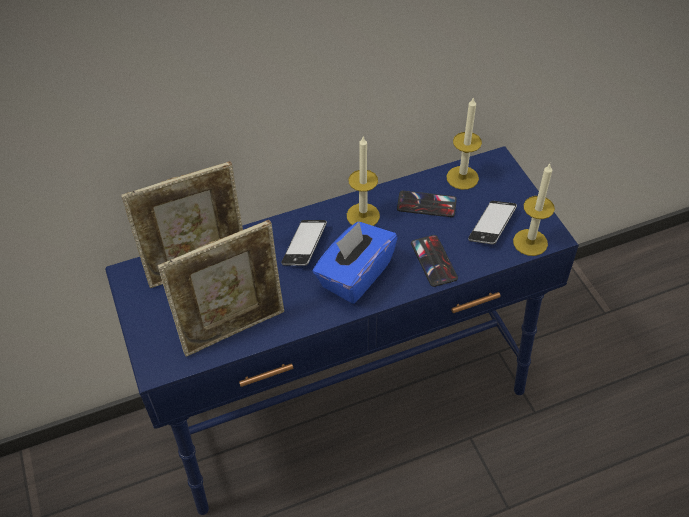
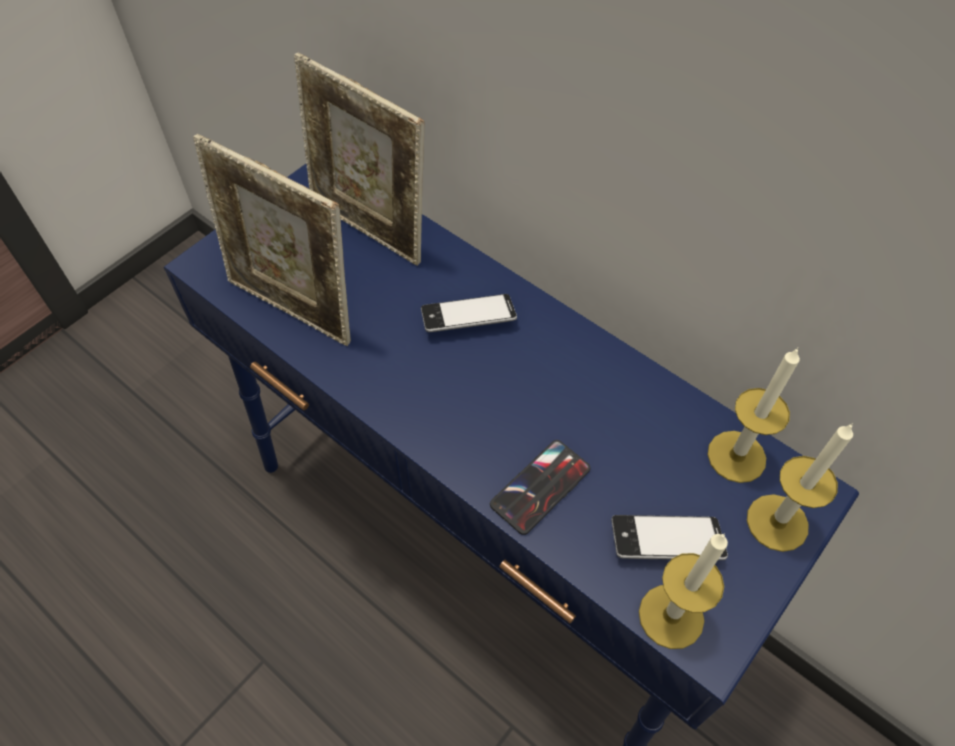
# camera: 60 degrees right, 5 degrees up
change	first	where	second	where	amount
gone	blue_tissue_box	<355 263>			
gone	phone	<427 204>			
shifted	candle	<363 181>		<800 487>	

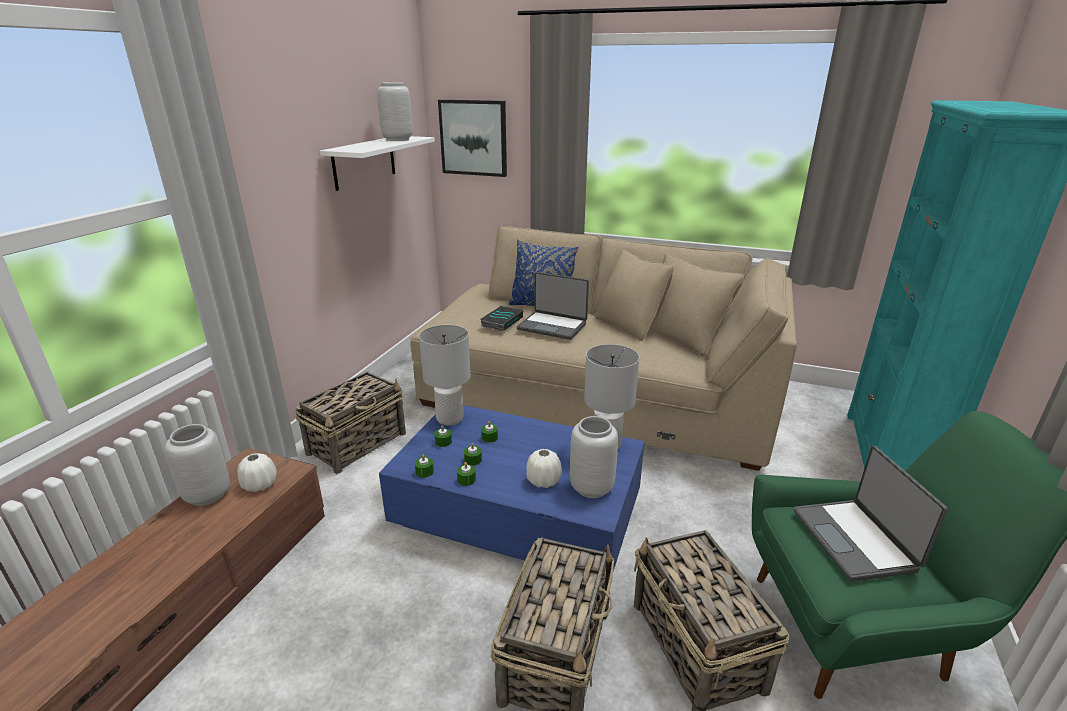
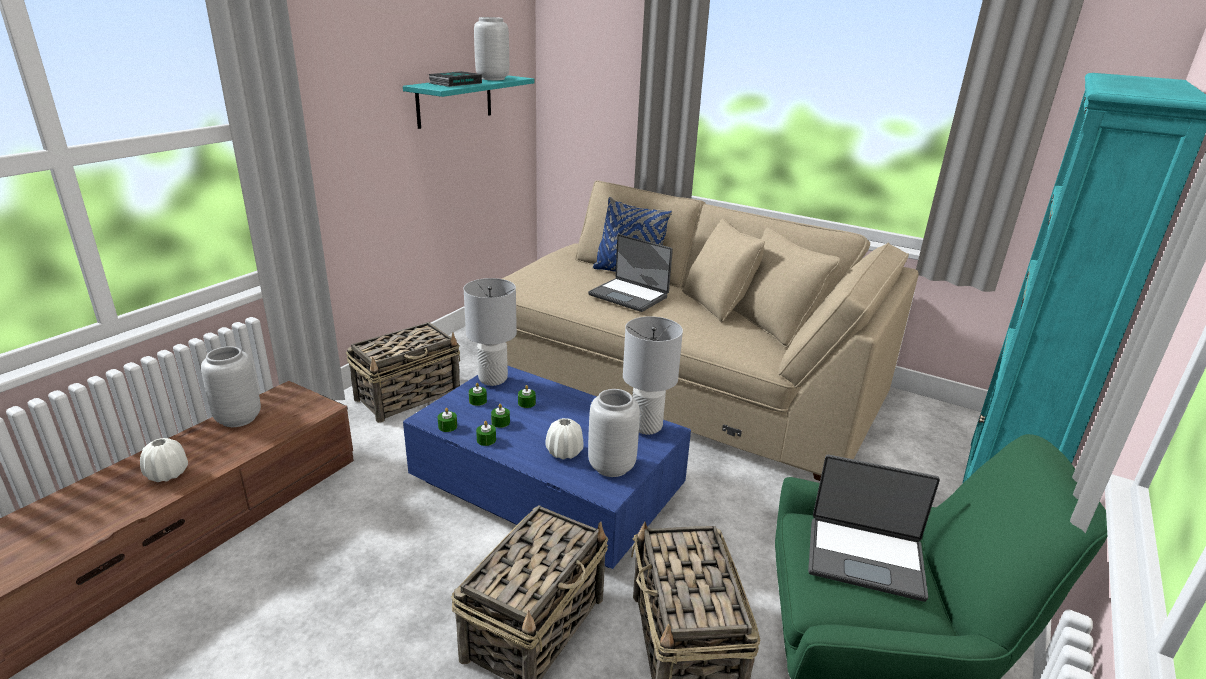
# camera: 10 degrees right, 0 degrees up
change	first	where	second	where	amount
gone	picture	<472 138>			
shifted	white_vase	<257 472>		<164 460>	
shifted	book	<502 318>		<455 79>	
repainted	white_shelf	<377 163>	turquoise_shelf	<468 102>	
rotated	laptop	<871 514>		<874 528>	75 degrees counterclockwise

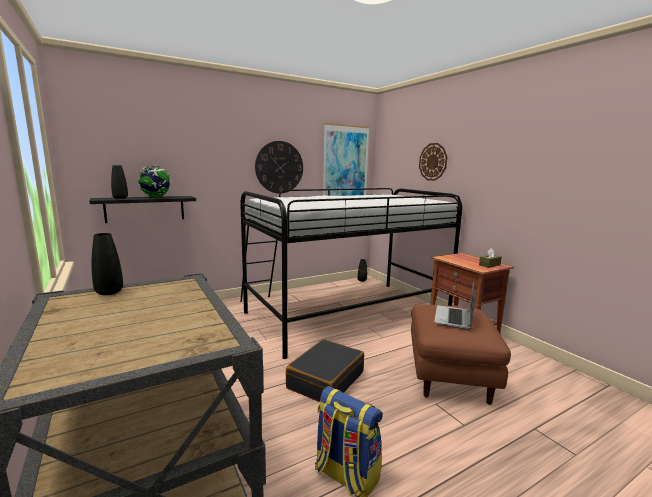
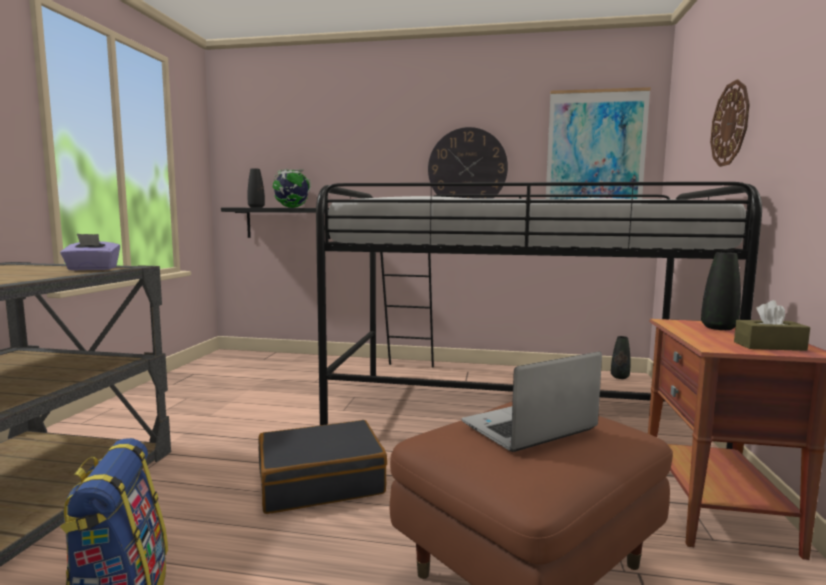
# camera: 40 degrees right, 5 degrees down
change	first	where	second	where	amount
new			purple_tissue_box	<90 252>	
shifted	black_vase	<107 264>		<721 291>	

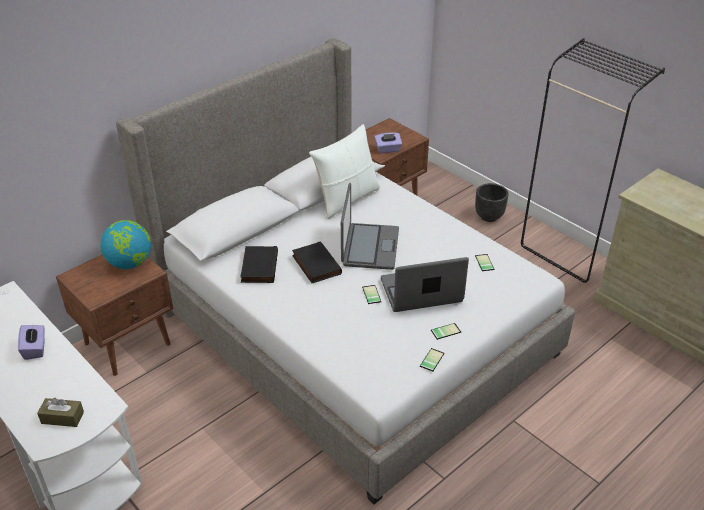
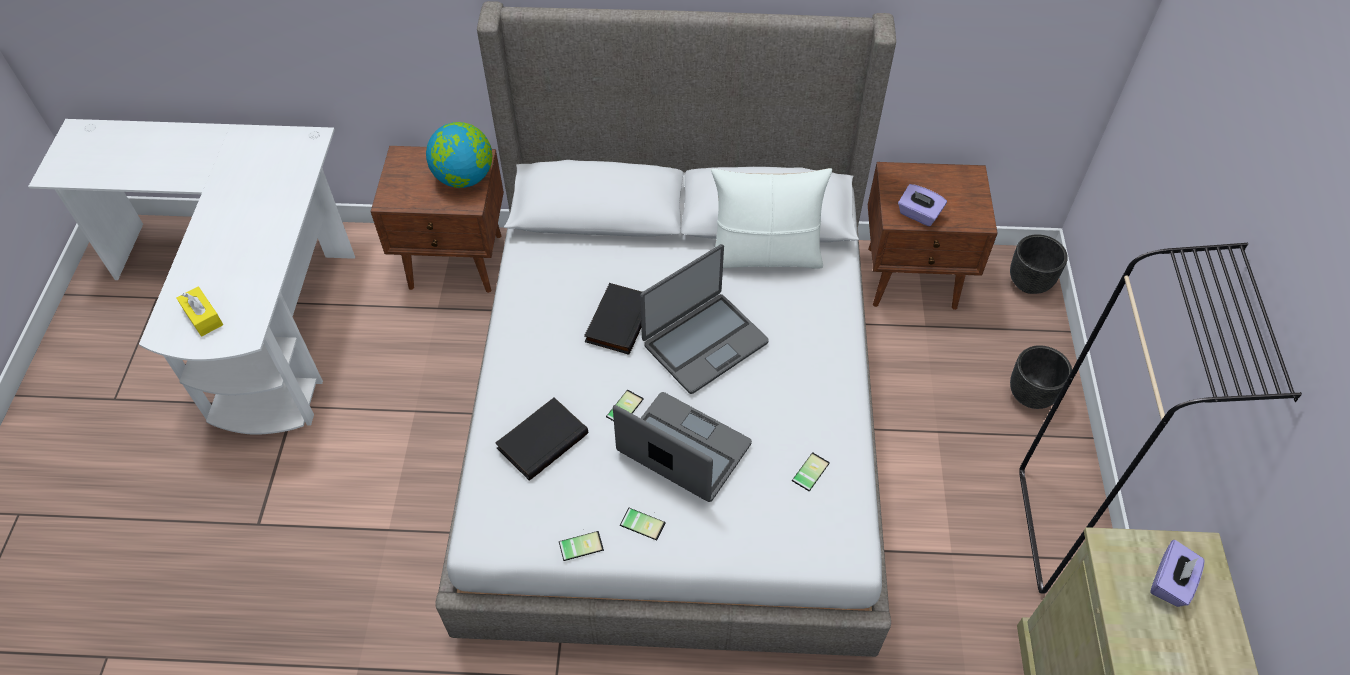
# camera: 45 degrees right, 15 degrees up
change	first	where	second	where	amount
new			black_planter	<1039 264>	
shifted	purple_tissue_box	<31 342>		<1177 573>	
shifted	black_book	<259 264>		<542 439>	
repainted	brown_tissue_box	<60 412>	yellow_tissue_box	<200 312>	

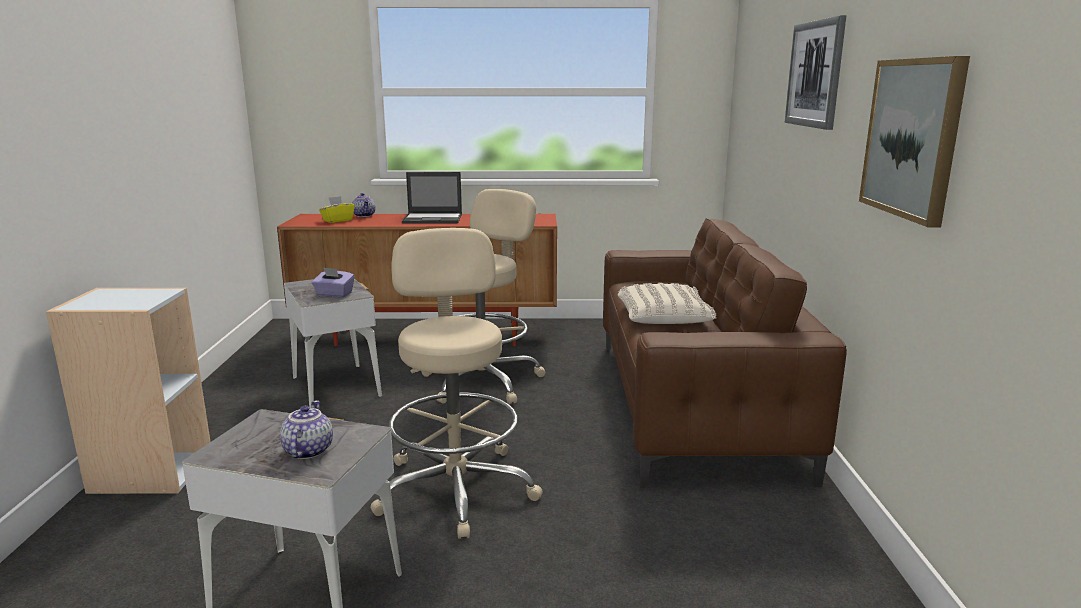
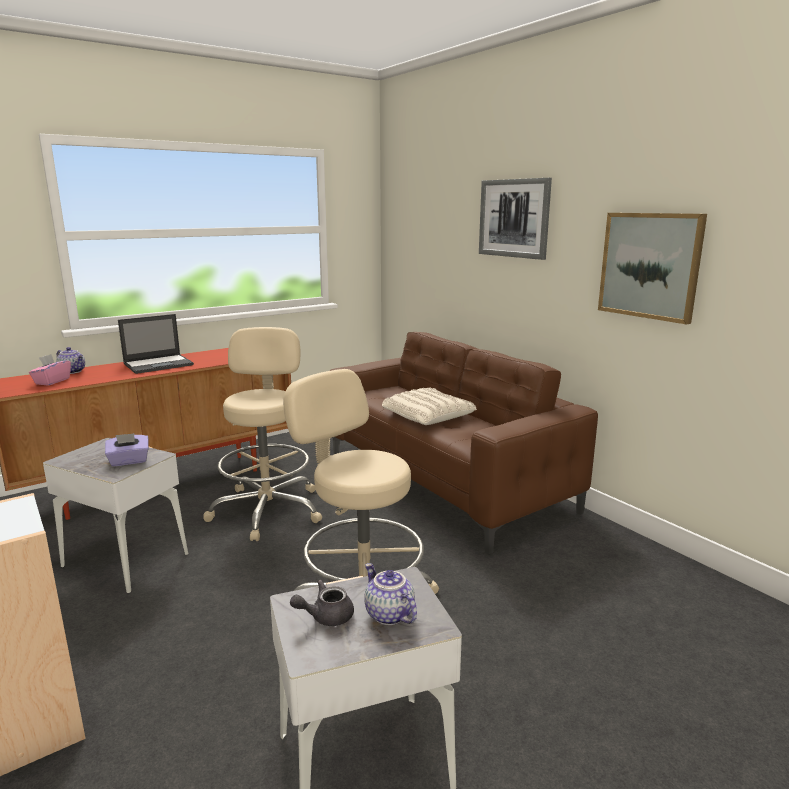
# camera: 35 degrees left, 0 degrees up
change	first	where	second	where	amount
new			grey_teapot	<322 603>	
repainted	yellow_tissue_box	<337 209>	pink_tissue_box	<50 370>	

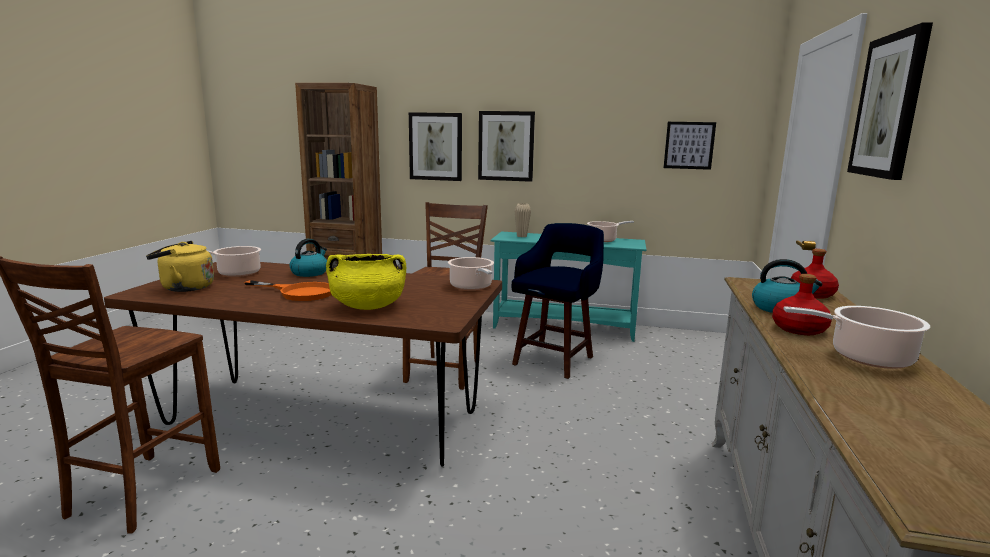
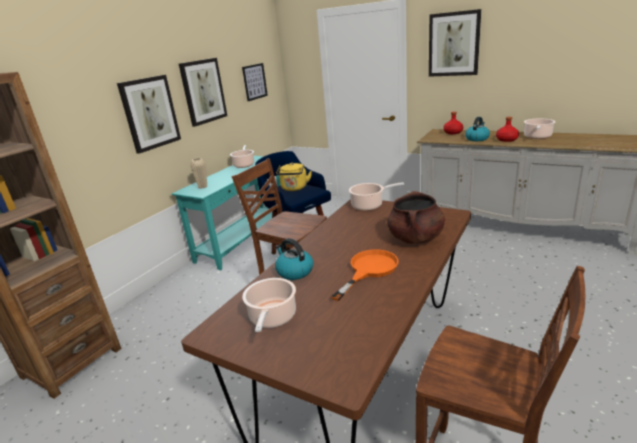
# camera: 70 degrees left, 10 degrees up
change	first	where	second	where	amount
shifted	yellow_kettle	<180 266>		<294 177>	
shifted	picture	<435 146>		<203 92>	
repainted	yellow_cooking_pot	<366 282>	brown_cooking_pot	<416 217>	

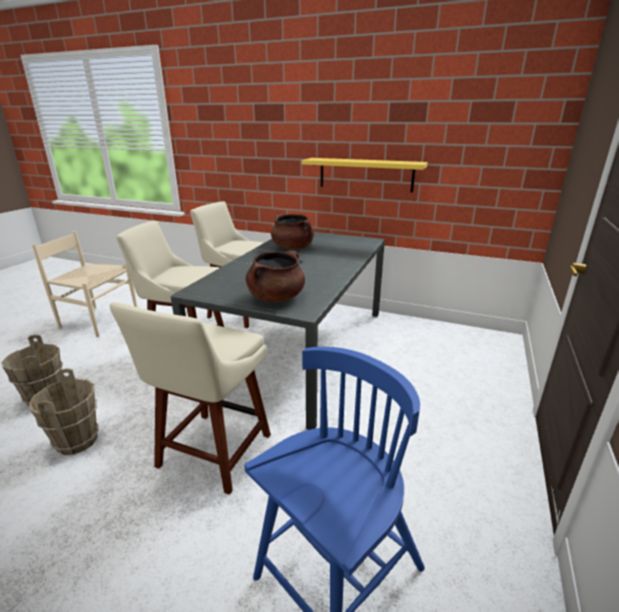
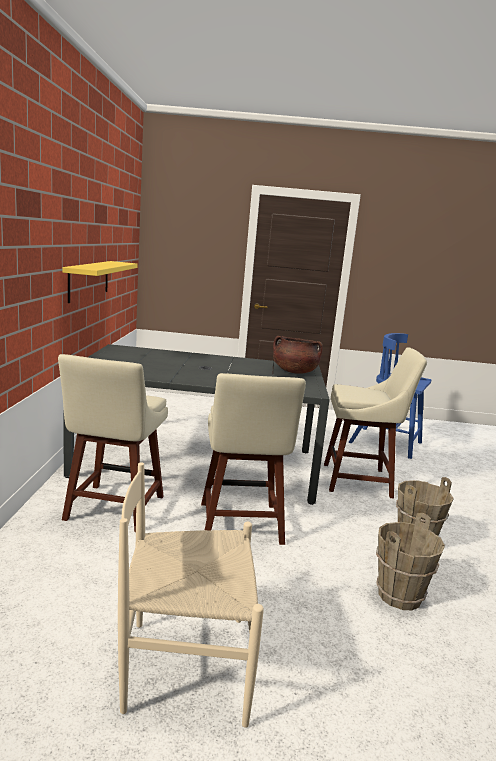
# camera: 110 degrees left, 10 degrees down
change	first	where	second	where	amount
gone	brown_cooking_pot	<292 232>			
rotated	beige_chair	<84 284>		<191 595>	90 degrees clockwise

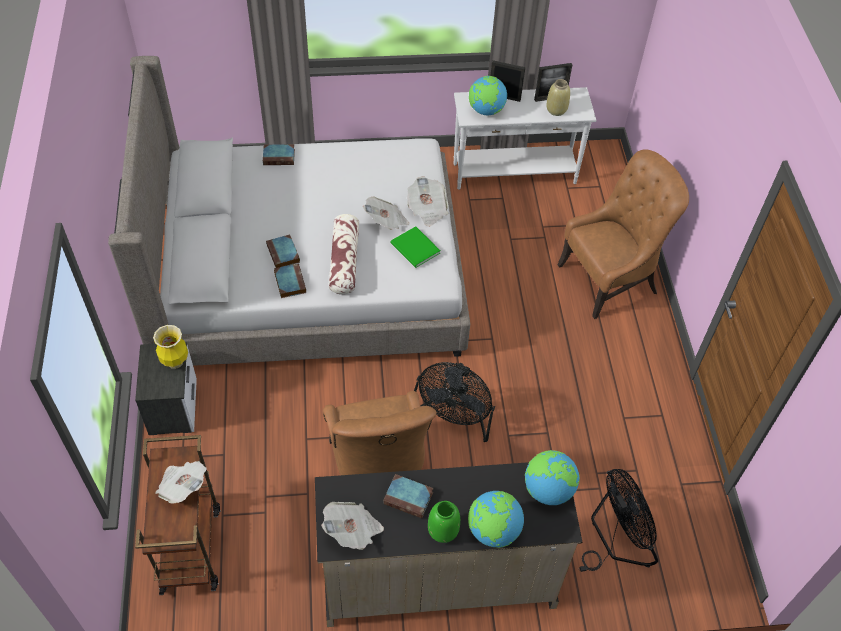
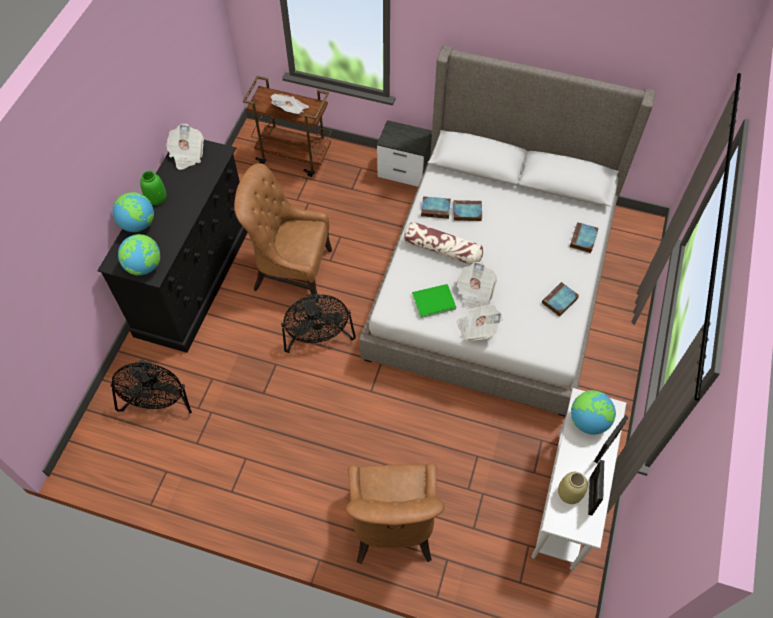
# camera: 115 degrees right, 5 degrees up
change	first	where	second	where	amount
gone	vase	<170 347>			
shifted	book	<408 496>		<560 299>	
rotated	black_fan	<454 402>		<318 323>	150 degrees counterclockwise

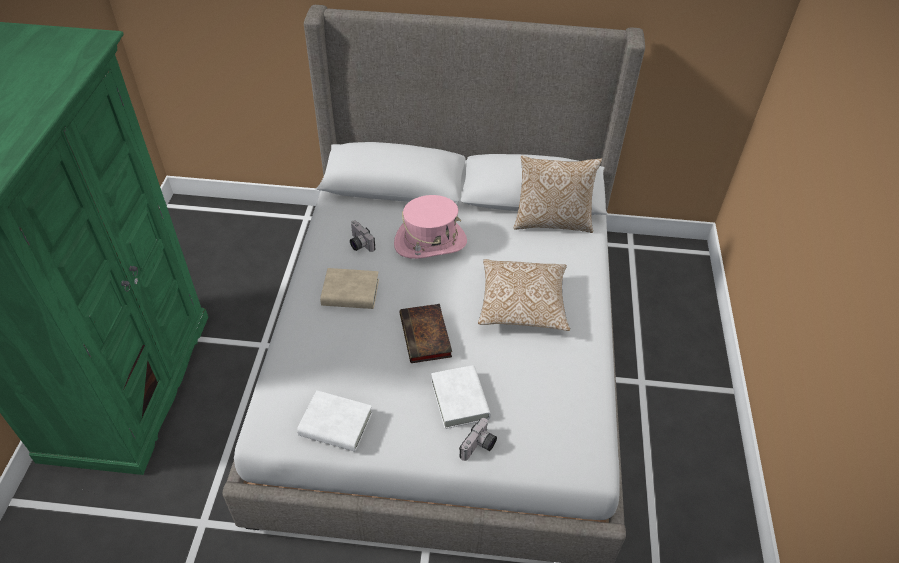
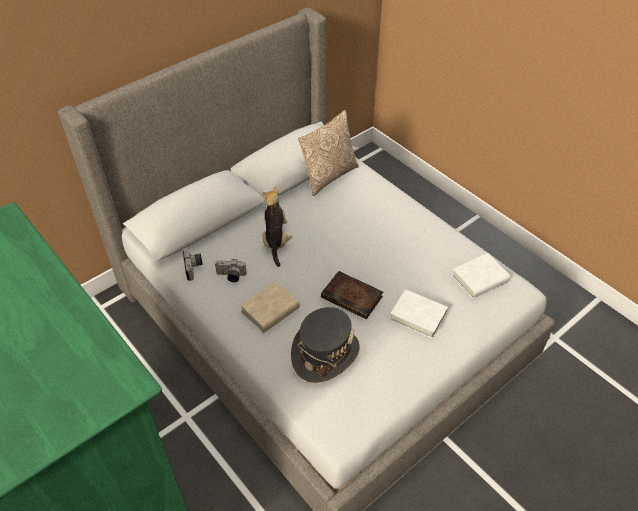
# camera: 45 degrees left, 0 degrees up
change	first	where	second	where	amount
gone	pillow	<524 295>			
new			grey_hat	<325 345>	
shifted	white_book	<334 421>		<481 276>	
shifted	photo_camera	<478 439>		<192 264>	
swapped	pink_hat	<430 227>	plush_toy	<277 226>	

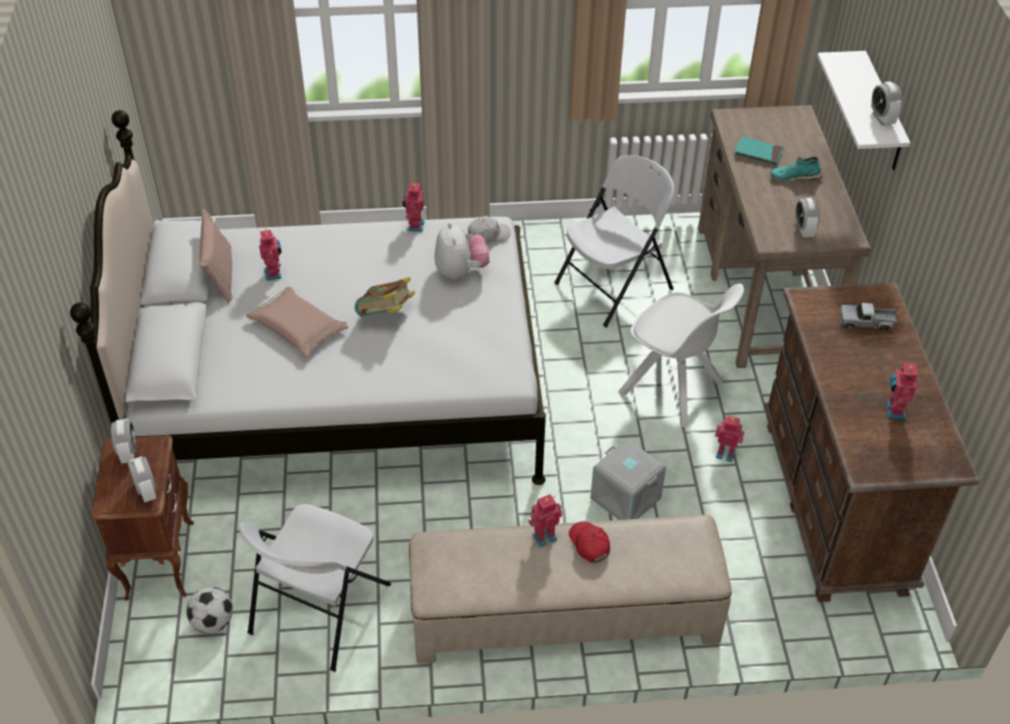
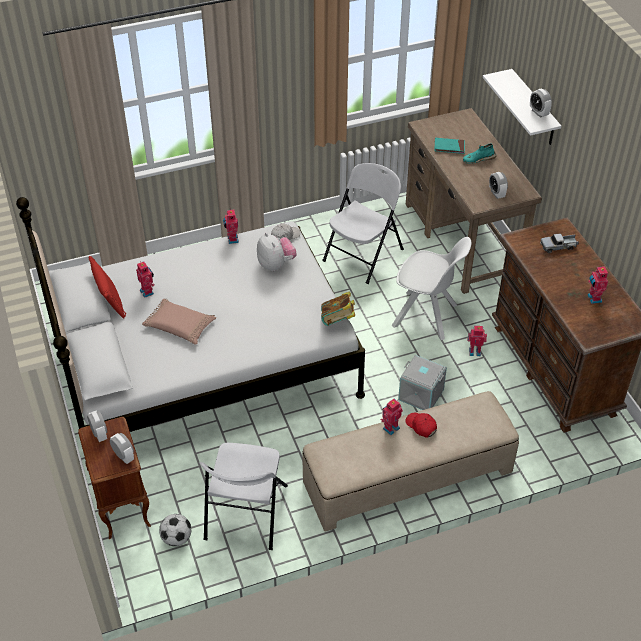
# camera: 15 degrees left, 0 degrees up
change	first	where	second	where	amount
shifted	book	<385 297>		<338 308>	
repainted	beige_pillow	<216 256>	red_pillow	<107 287>	

